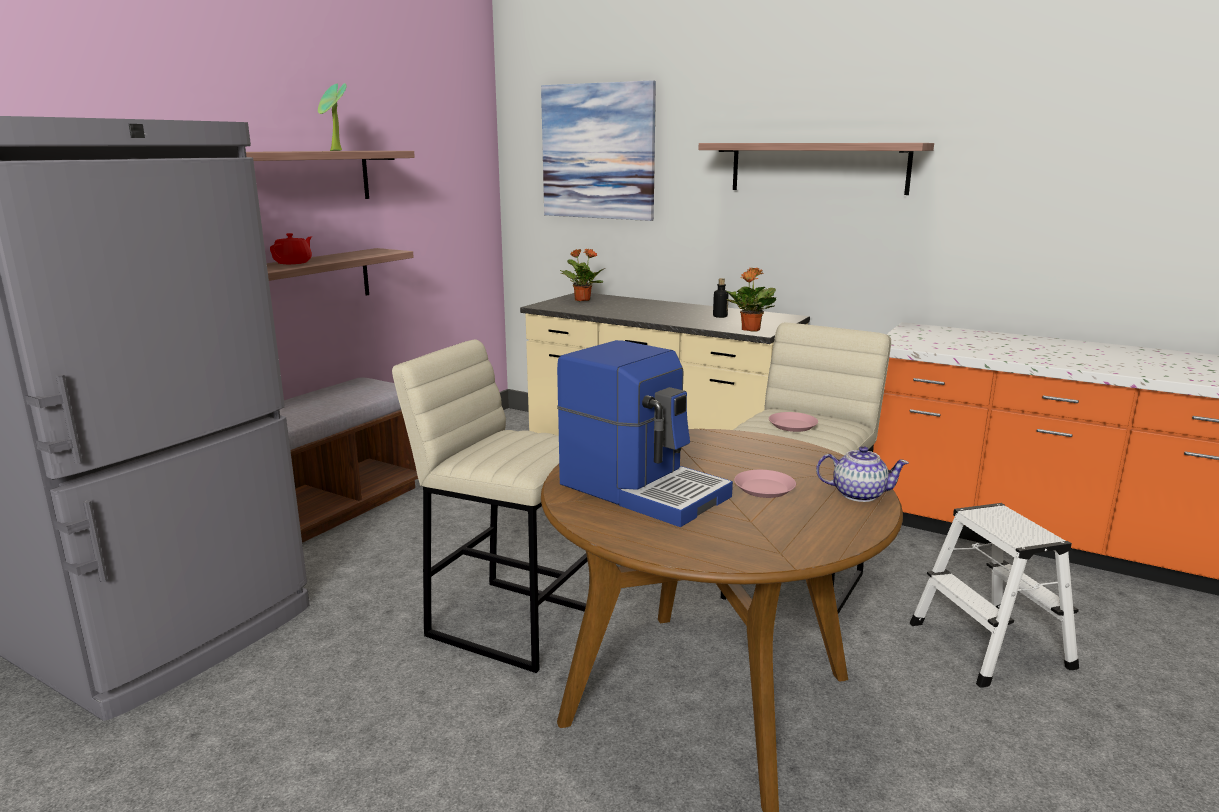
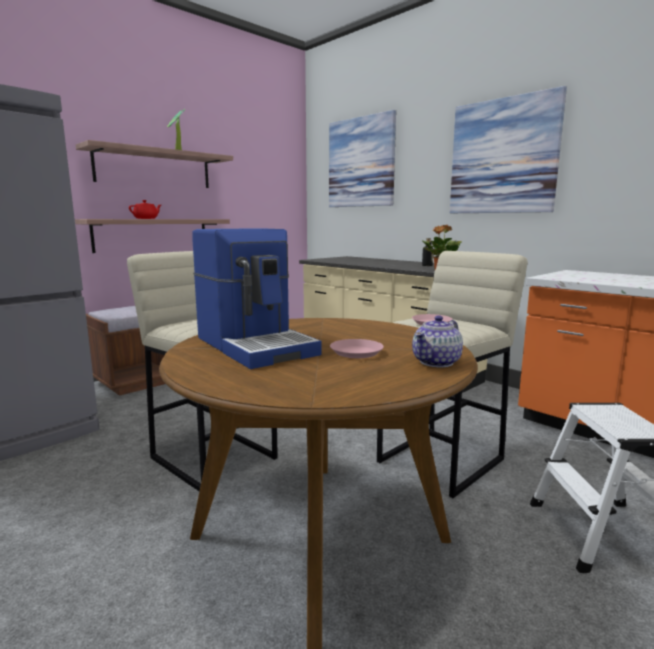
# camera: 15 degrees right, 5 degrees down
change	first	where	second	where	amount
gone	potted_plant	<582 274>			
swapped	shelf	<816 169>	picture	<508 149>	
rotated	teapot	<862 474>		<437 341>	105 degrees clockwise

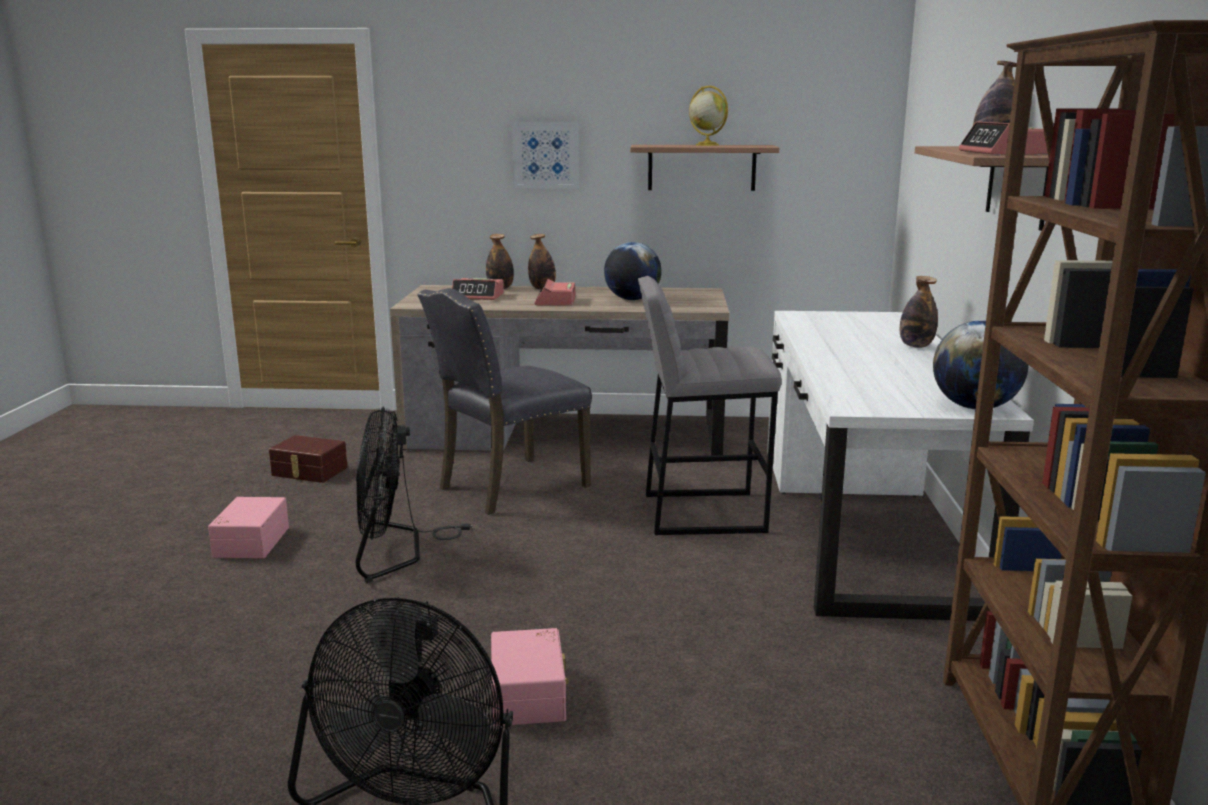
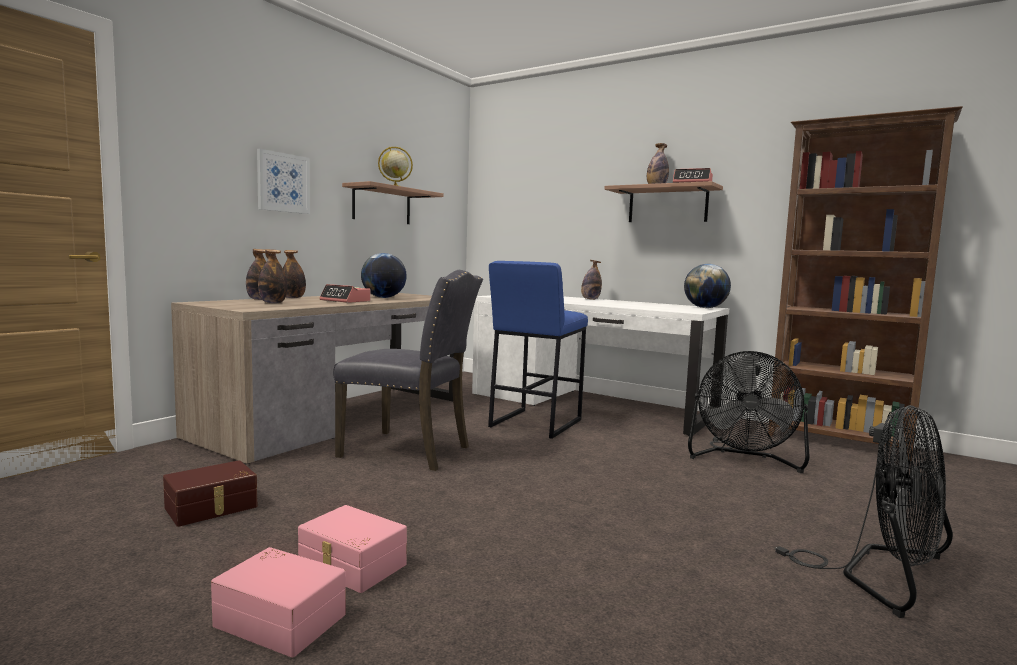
# camera: 60 degrees left, 10 degrees down
change	first	where	second	where	amount
shifted	black_fan	<414 495>		<749 412>	
shifted	pink_storage_box	<530 677>		<278 602>	
swapped	alarm_clock	<478 289>	bottle	<273 276>	
repainted	grey_stool	<709 405>	blue_stool	<538 350>	
rotated	grey_chair	<504 401>		<408 370>	60 degrees counterclockwise

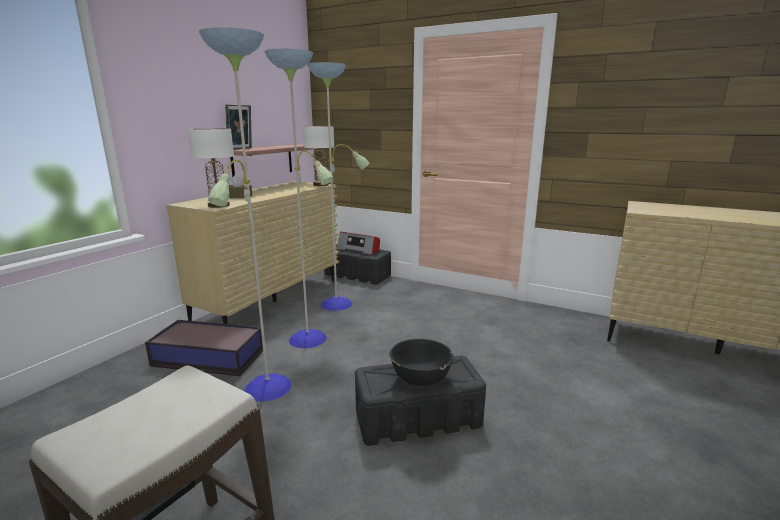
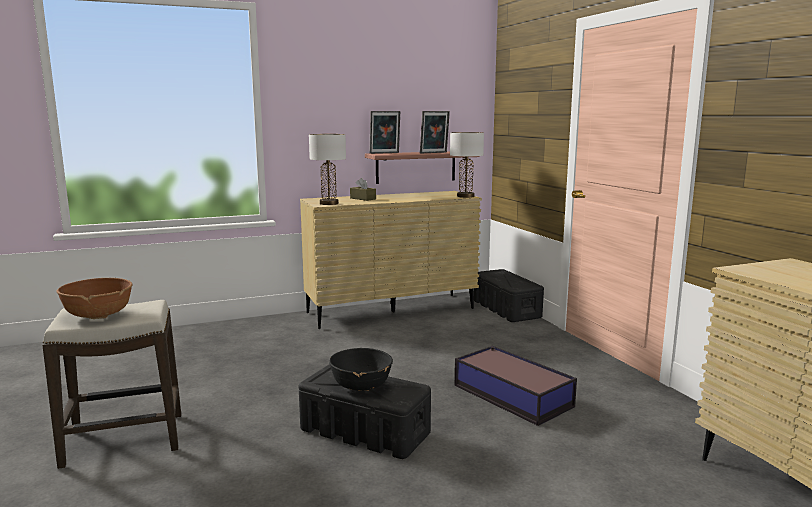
# camera: 40 degrees right, 5 degrees down
change	first	where	second	where	amount
gone	floor_lamp	<284 214>			
gone	radio	<358 243>			
new			brown_bowl	<94 298>	
new			picture_frame	<435 132>	
shifted	storage_box	<204 348>		<516 386>	

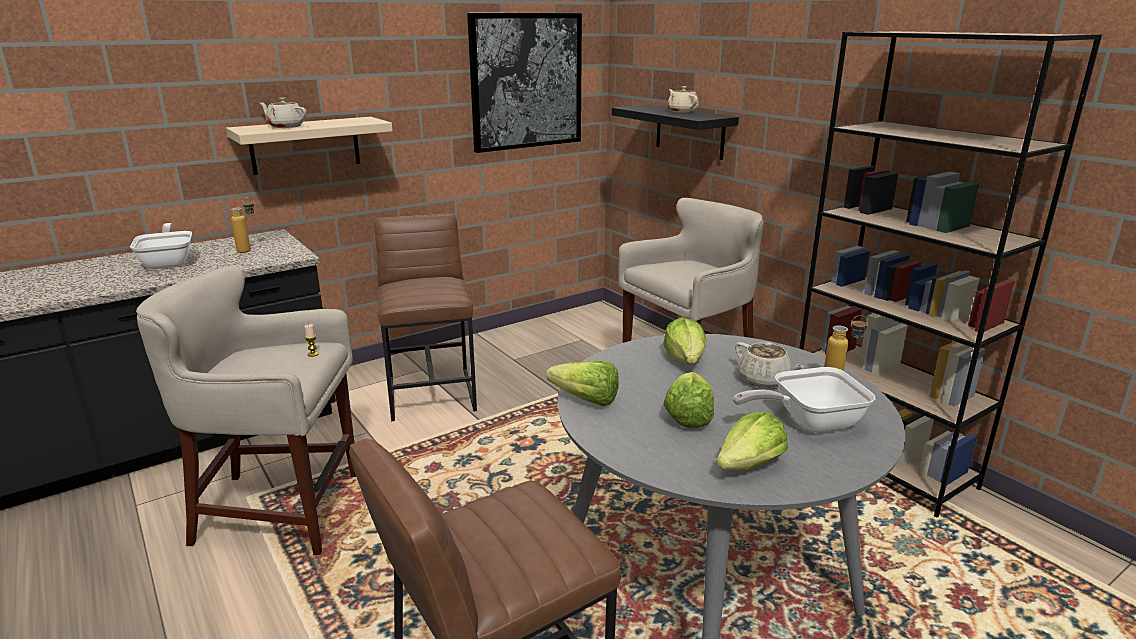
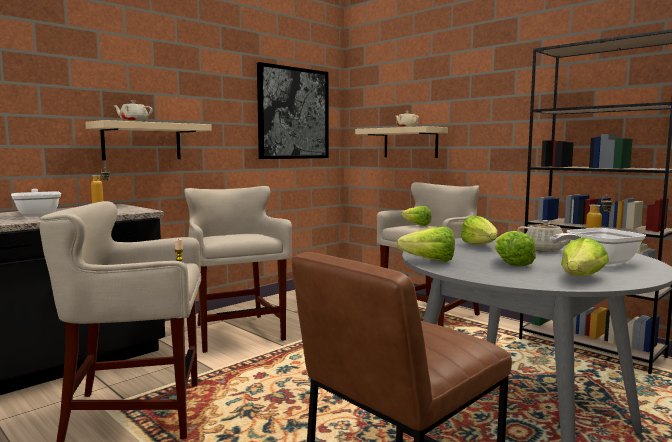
# camera: 10 degrees left, 15 degrees down
change	first	where	second	where	amount
new			lettuce	<416 216>	
swapped	brown_chair	<425 317>	beige_stool	<238 269>	
repainted	black_shelf	<675 132>	beige_shelf	<401 142>	

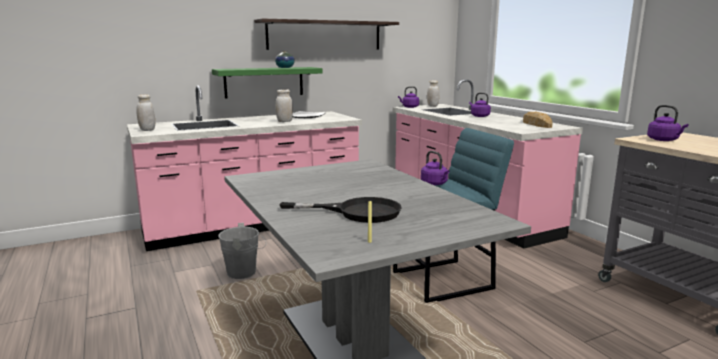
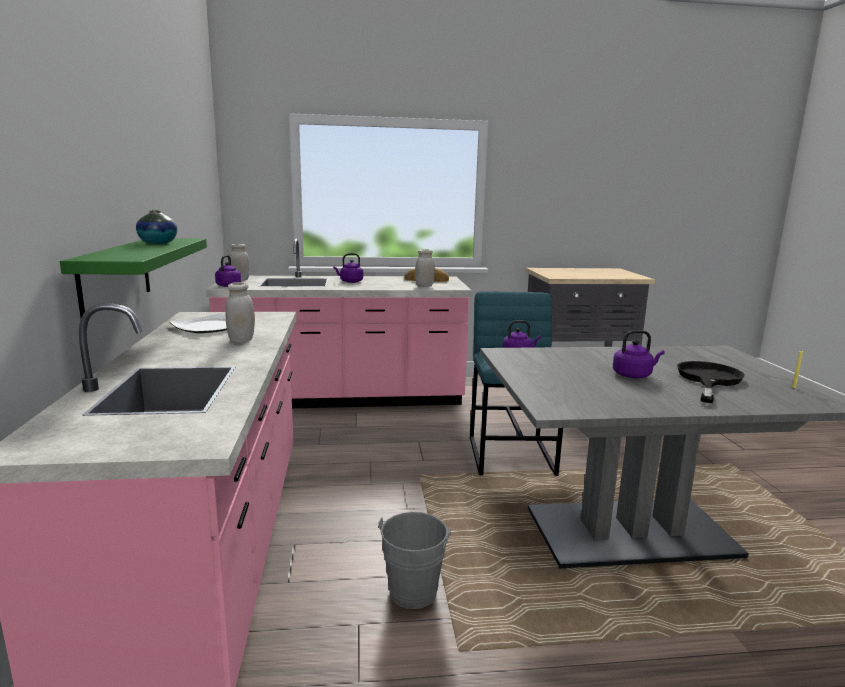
# camera: 70 degrees left, 0 degrees up
change	first	where	second	where	amount
gone	shelf	<326 34>			
shifted	white_jar	<145 112>		<425 268>	
shifted	purple_kettle	<667 123>		<639 354>	

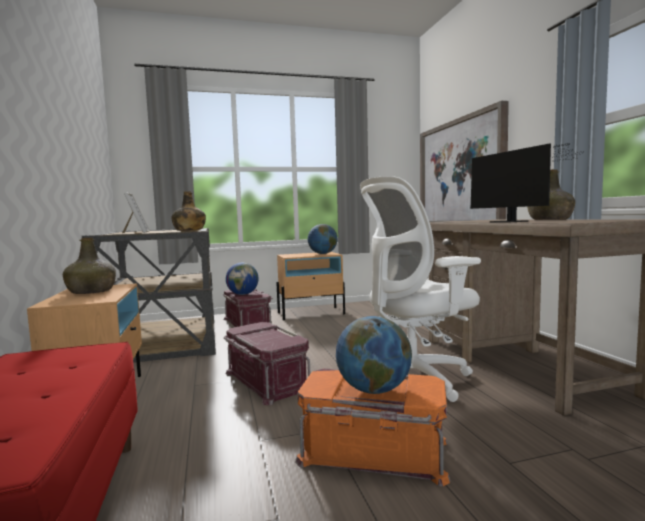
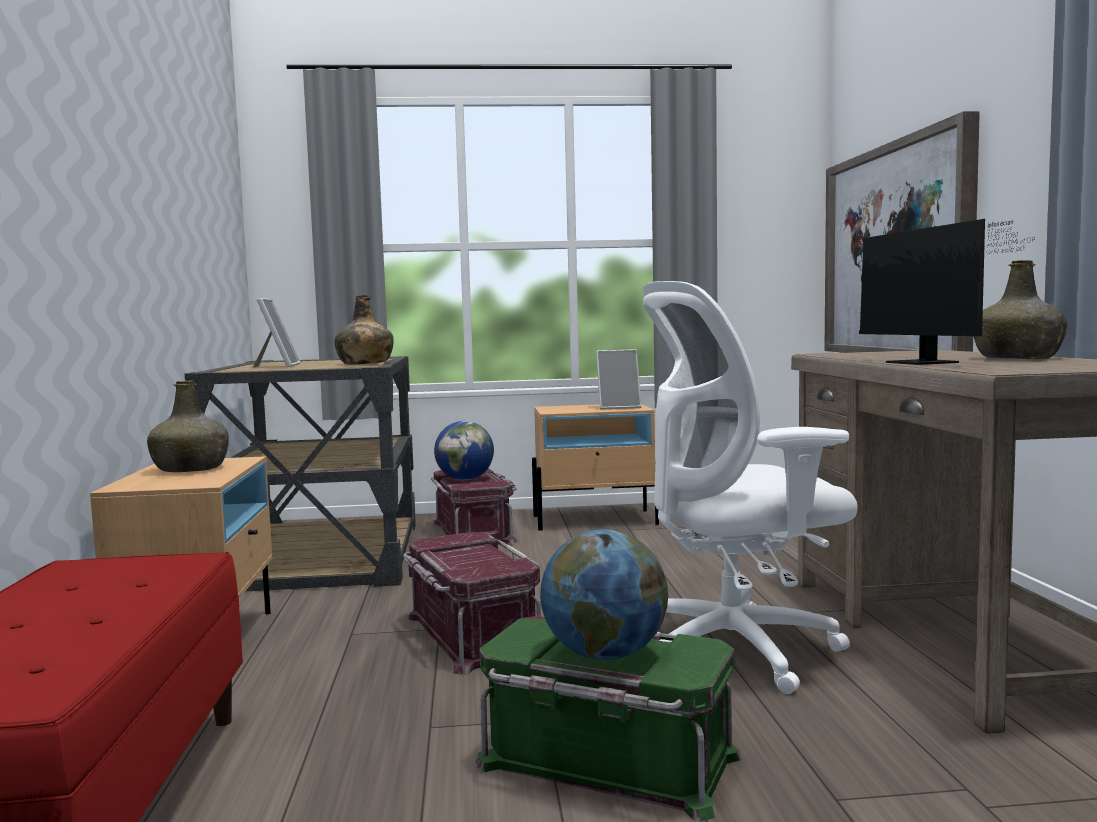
# camera: 10 degrees right, 0 degrees up
change	first	where	second	where	amount
swapped	globe	<323 239>	picture_frame	<618 379>	
repainted	orange_storage_box	<373 427>	green_storage_box	<608 718>	

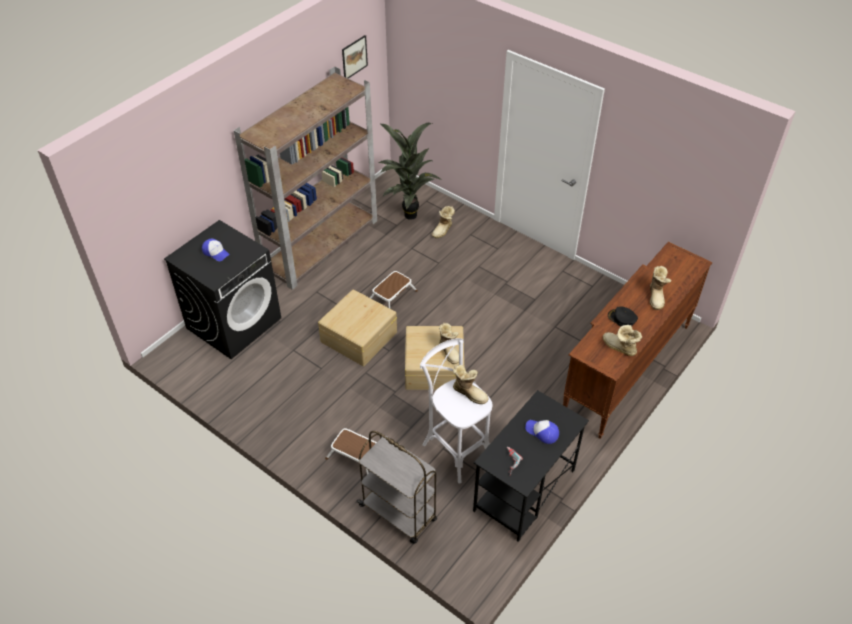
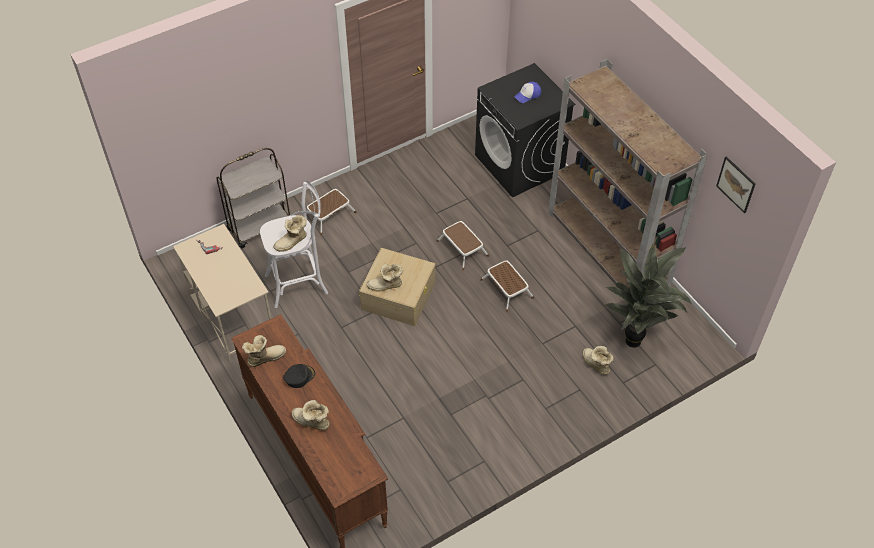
# camera: 110 degrees right, 5 degrees up
change	first	where	second	where	amount
gone	cap	<542 432>			
swapped	beige_storage_box	<357 327>	brown_step_ladder	<462 246>	
repainted	black_desk	<531 466>	beige_desk	<222 293>	

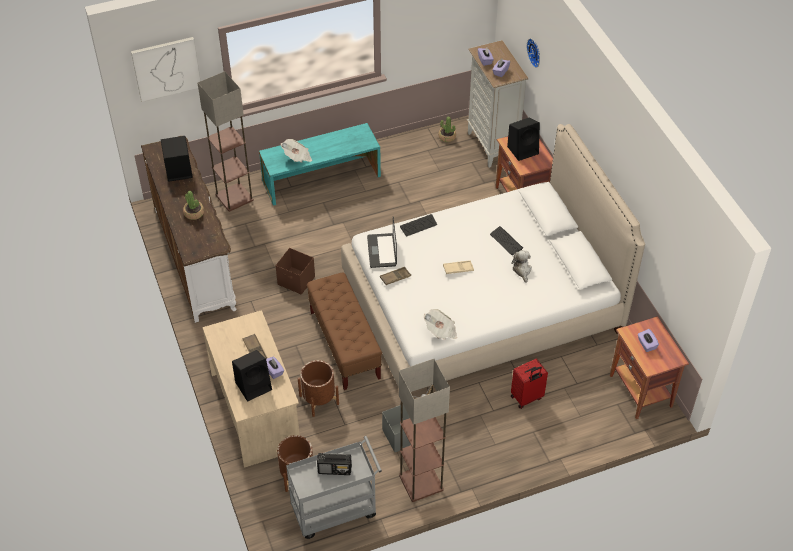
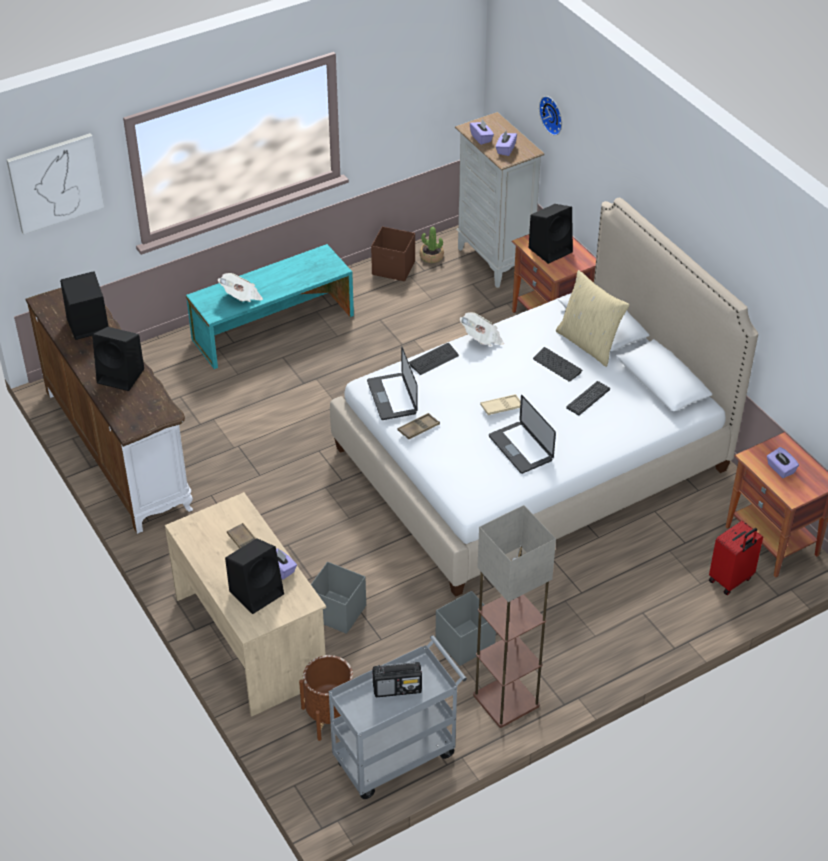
# camera: 10 degrees left, 5 degrees down
change	first	where	second	where	amount
gone	floor_lamp	<226 141>			
gone	brown_bench	<344 331>			
new			laptop	<522 434>	
new			beige_pillow	<593 318>	
shifted	brown_storage_box	<295 271>		<393 253>	
shifted	newspaper	<440 324>		<482 329>	
shifted	red_suitcase	<529 384>		<736 558>	
swapped	potted_plant	<193 205>	black_speaker	<118 359>	
swapped	brown_planter	<318 388>	grey_storage_box	<338 598>	
swapped	plush_toy	<521 266>	keyboard	<588 398>	

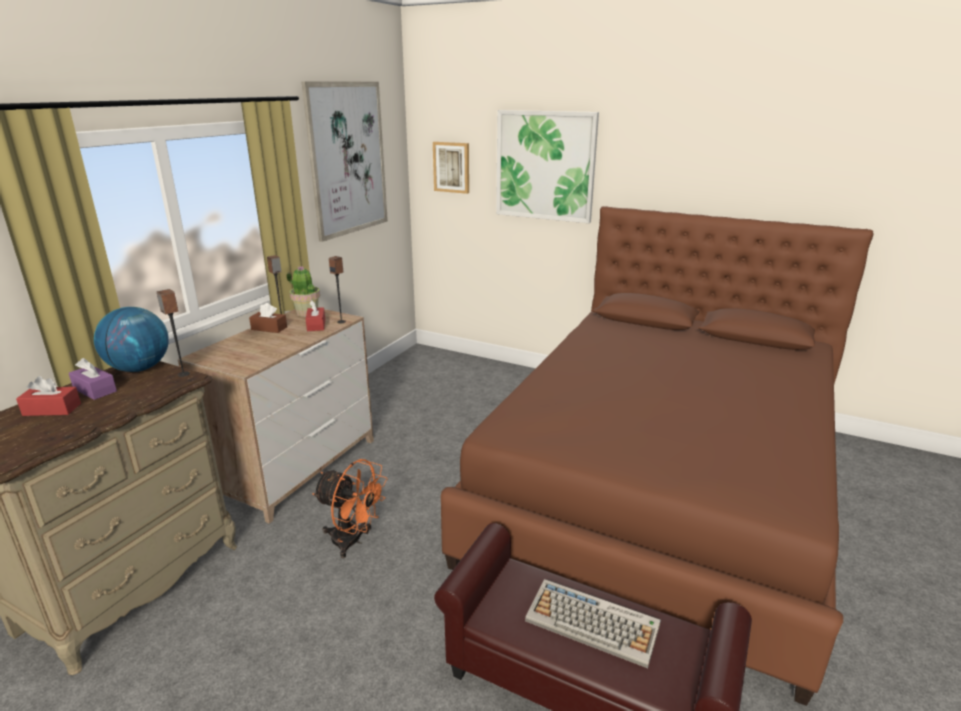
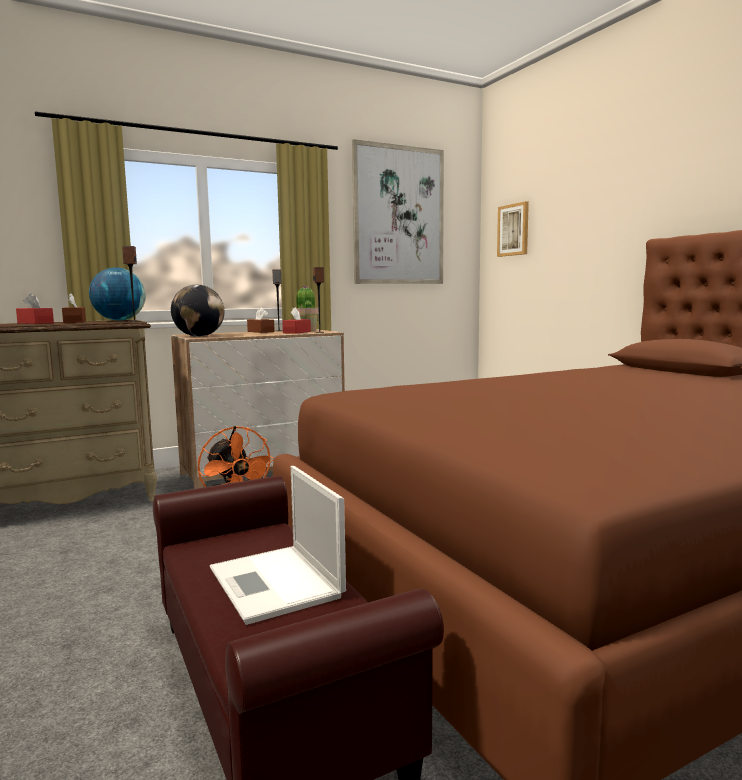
# camera: 35 degrees right, 15 degrees down
change	first	where	second	where	amount
gone	picture	<547 166>			
new			globe	<197 311>	
swapped	keyboard	<593 623>	laptop	<278 545>	
repainted	purple_tissue_box	<93 379>	brown_tissue_box	<74 308>	

